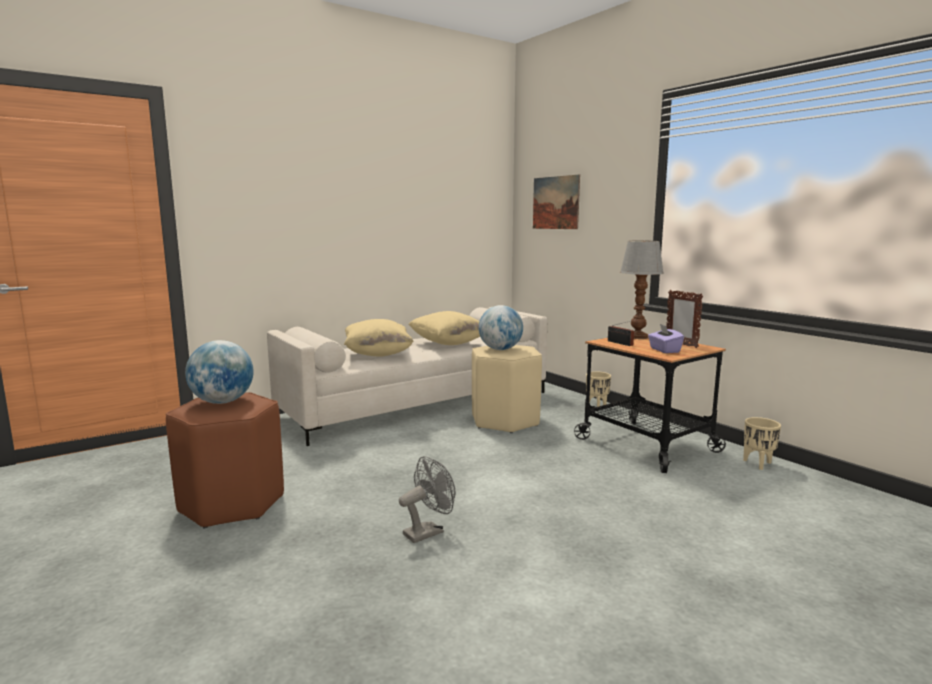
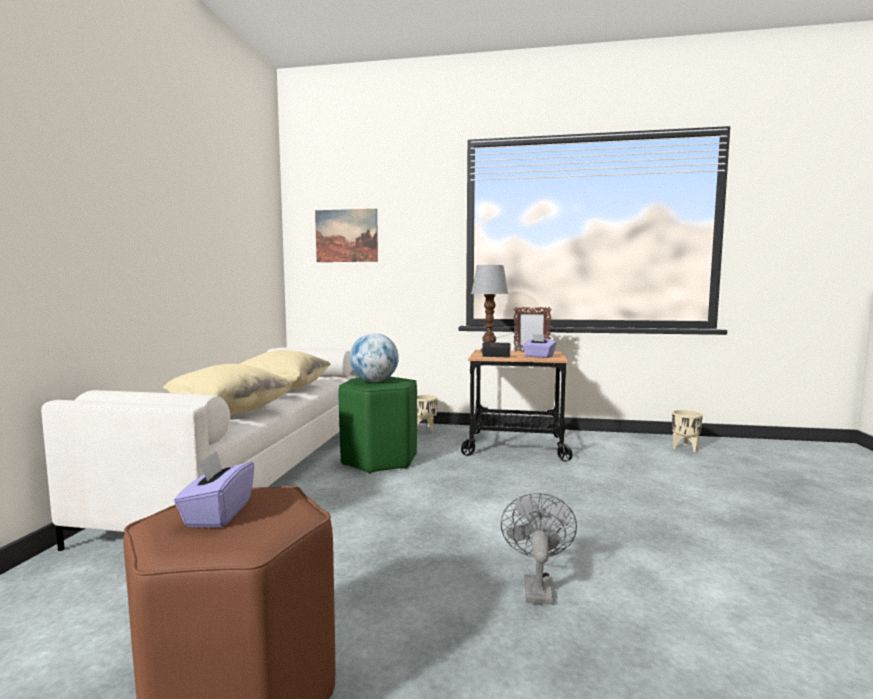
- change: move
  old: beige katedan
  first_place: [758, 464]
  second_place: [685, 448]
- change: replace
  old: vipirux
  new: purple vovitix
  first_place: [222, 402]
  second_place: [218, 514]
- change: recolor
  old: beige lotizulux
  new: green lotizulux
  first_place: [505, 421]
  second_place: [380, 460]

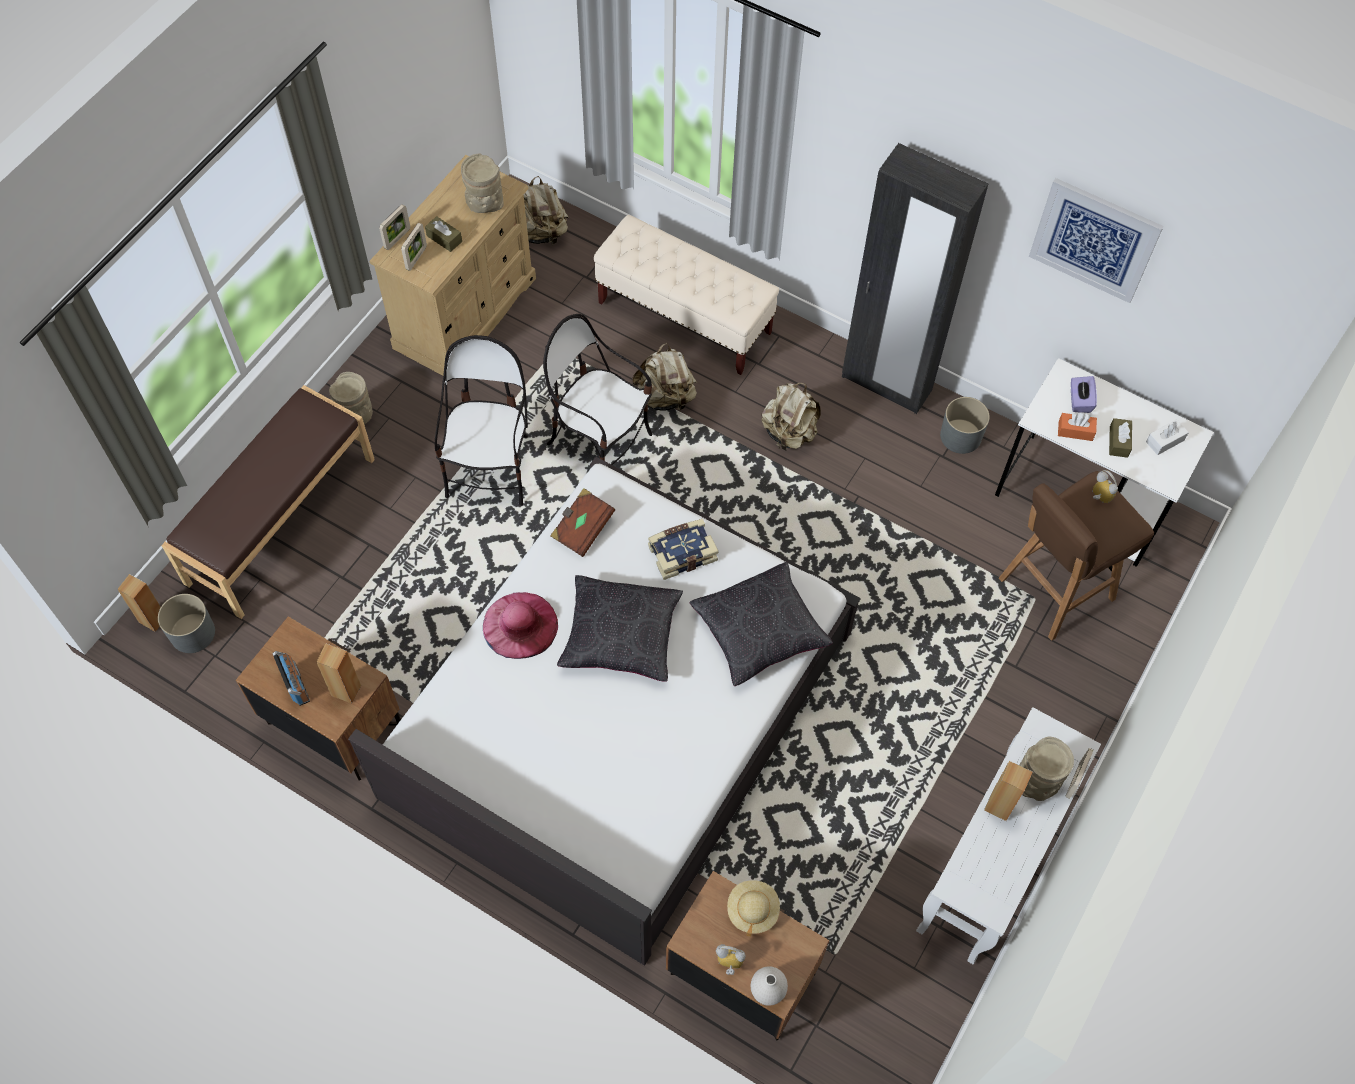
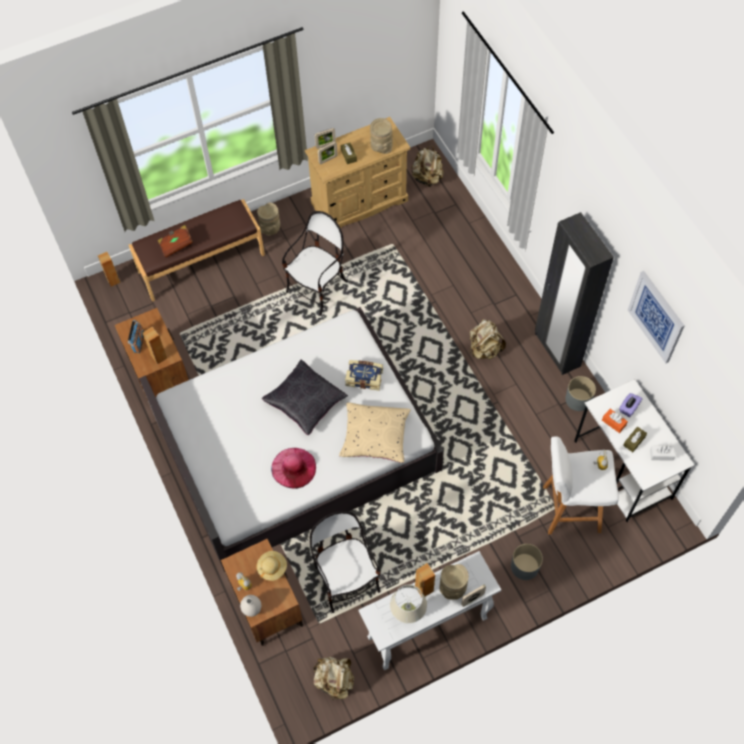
- change: delete
  old: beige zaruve
  first_place: [685, 318]
- change: insert
  new: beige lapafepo
  second_place: [408, 617]
- change: move
  old: grey katedan
  first_place: [192, 632]
  second_place: [525, 566]
- change: move
  old: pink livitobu
  first_place: [520, 625]
  second_place: [293, 467]
- change: move
  old: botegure
  first_place: [600, 442]
  second_place: [346, 579]
- change: move
  old: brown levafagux
  first_place: [582, 528]
  second_place: [176, 245]
- change: move
  old: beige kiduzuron
  first_place: [665, 397]
  second_place: [334, 681]
- change: recolor
  old: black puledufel
  new: beige puledufel
  first_place: [759, 631]
  second_place: [375, 437]
- change: recolor
  old: brown lotizulux
  new: white lotizulux
  first_place: [1053, 590]
  second_place: [569, 509]

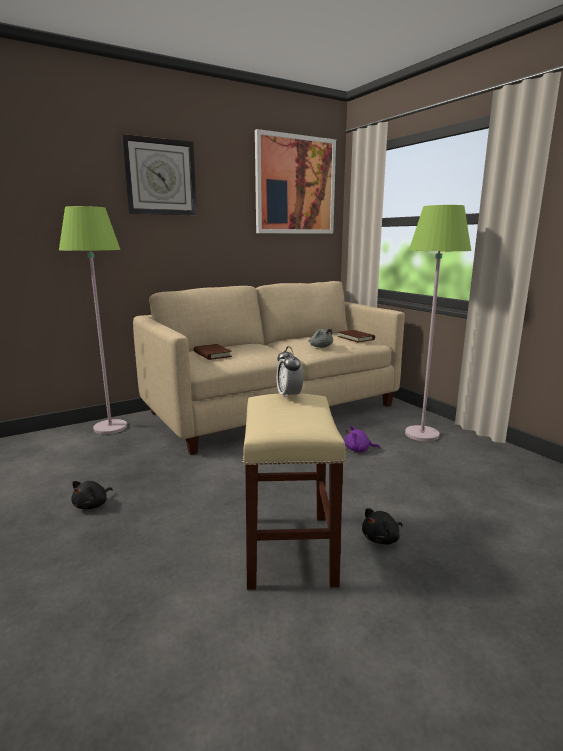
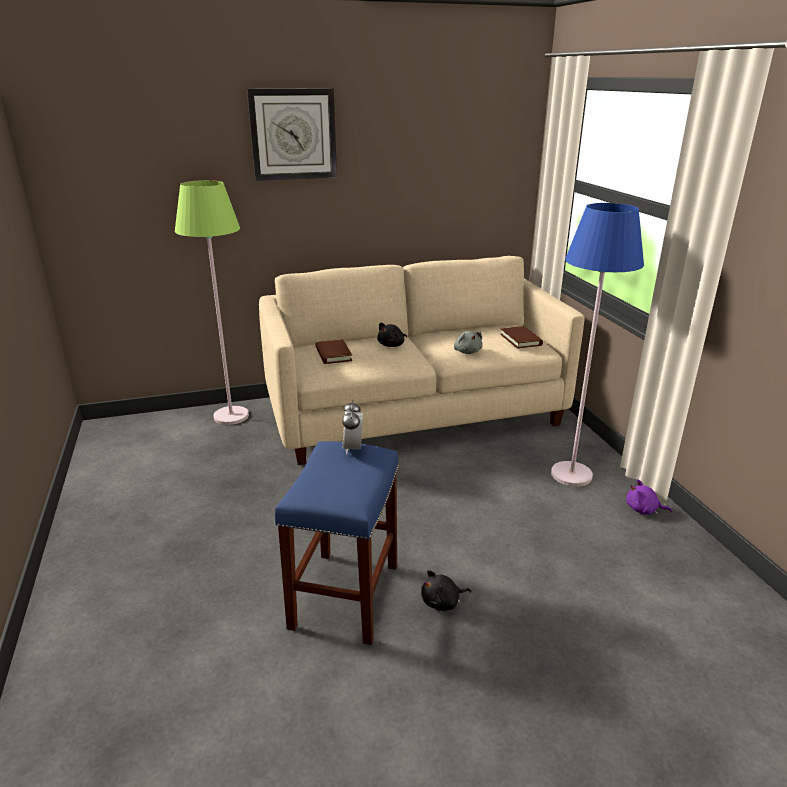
- change: delete
  old: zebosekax
  first_place: [295, 185]
- change: move
  old: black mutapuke
  first_place: [92, 505]
  second_place: [392, 345]
- change: move
  old: purple mutapuke
  first_place: [358, 450]
  second_place: [643, 510]
- change: recolor
  old: beige lotizulux
  new: blue lotizulux
  first_place: [290, 550]
  second_place: [345, 597]
- change: recolor
  old: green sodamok
  new: blue sodamok
  first_place: [422, 434]
  second_place: [571, 474]

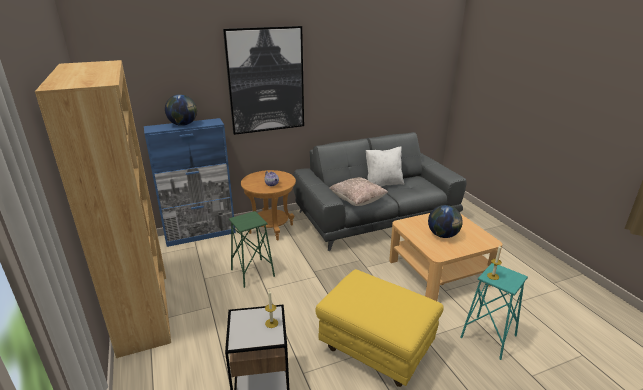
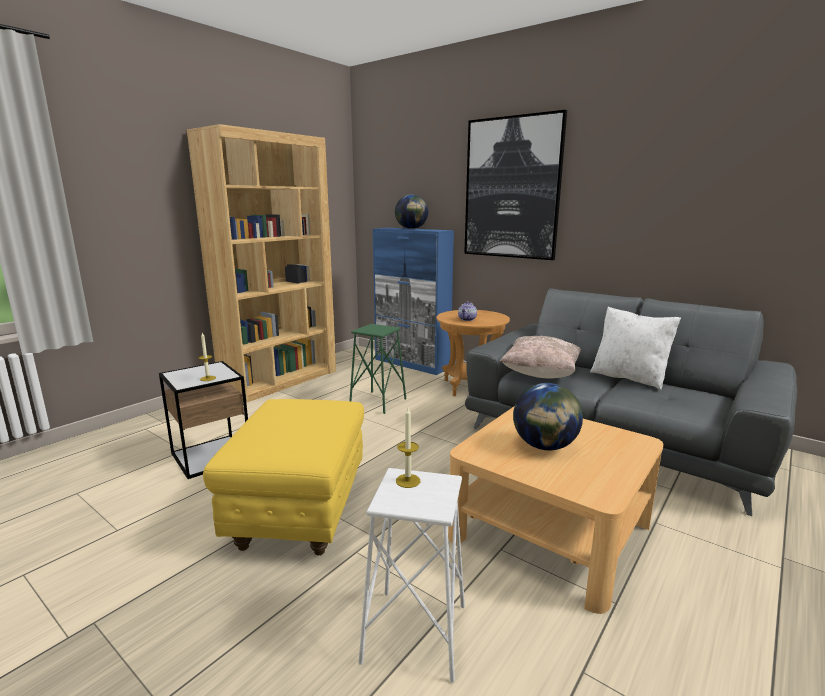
- change: recolor
  old: turquoise lotizulux
  new: white lotizulux
  first_place: [488, 337]
  second_place: [415, 633]

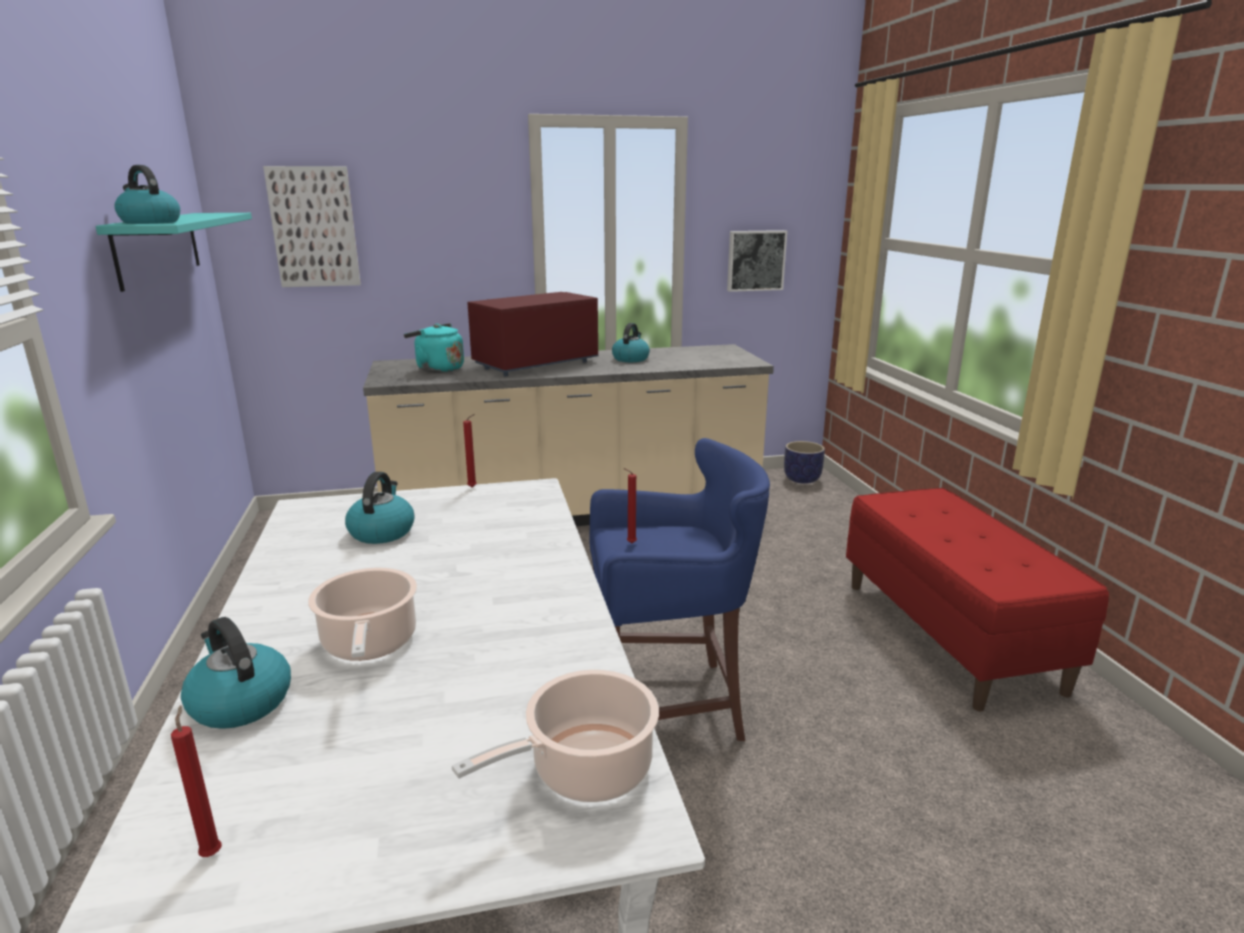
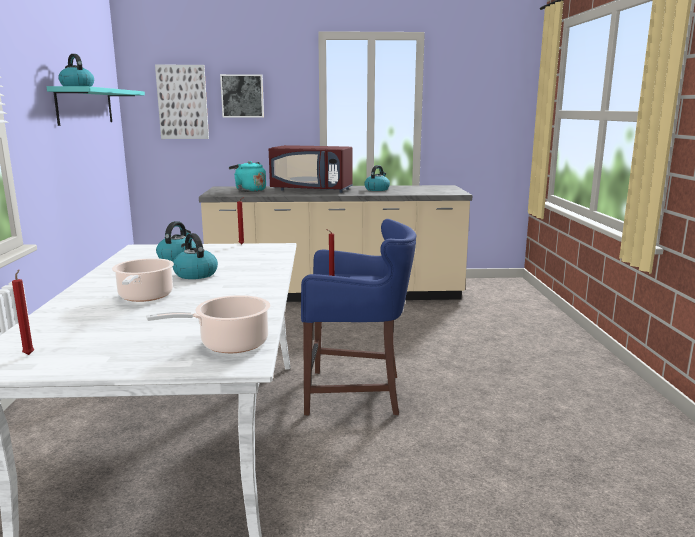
- change: delete
  old: katedan
  first_place: [802, 479]
- change: delete
  old: red zaruve
  first_place: [949, 635]
- change: move
  old: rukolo
  first_place: [239, 702]
  second_place: [195, 274]
- change: move
  old: zebosekax
  first_place: [755, 260]
  second_place: [242, 96]
- change: rotate
  old: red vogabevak
  first_place: [535, 364]
  second_place: [312, 190]
  degrees: -135

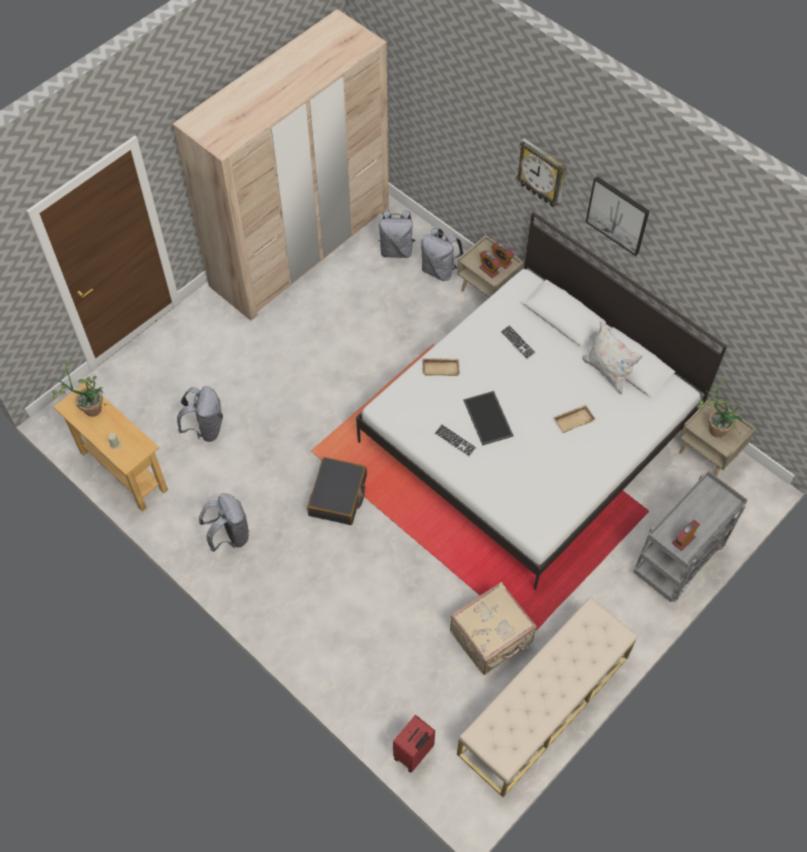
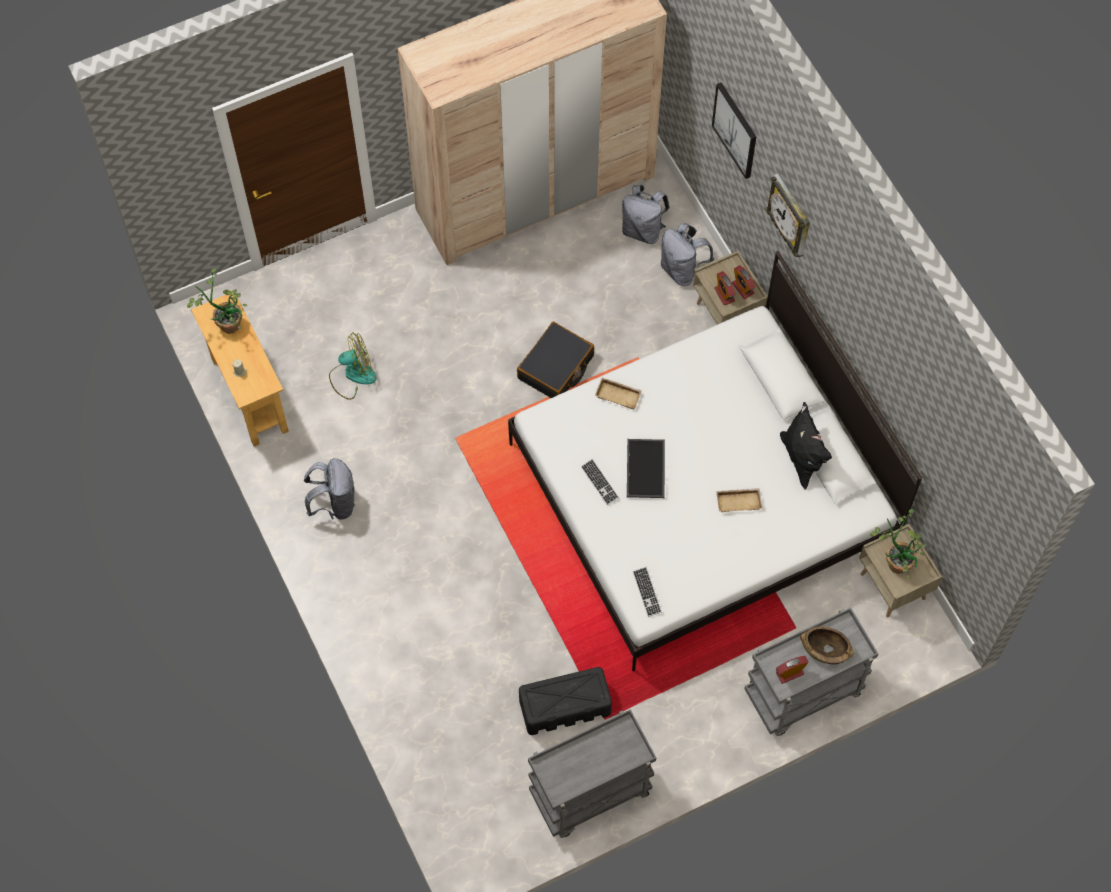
- change: delete
  old: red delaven
  first_place: [414, 753]
- change: insert
  new: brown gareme
  second_place: [825, 649]
- change: move
  old: black delaven
  first_place: [338, 496]
  second_place: [556, 368]
- change: move
  old: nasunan
  first_place: [517, 343]
  second_place: [647, 592]
- change: move
  old: zebosekax
  first_place: [618, 215]
  second_place: [735, 130]
- change: replace
  old: grey kiduzuron
  new: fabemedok
  first_place: [205, 428]
  second_place: [352, 375]
- change: replace
  old: beige delaven
  new: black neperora
  first_place: [492, 638]
  second_place: [565, 706]
- change: replace
  old: beige zaruve
  new: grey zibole
  first_place: [544, 705]
  second_place: [590, 794]
- change: recolor
  old: white puledufel
  new: black puledufel
  first_place: [607, 372]
  second_place: [801, 458]

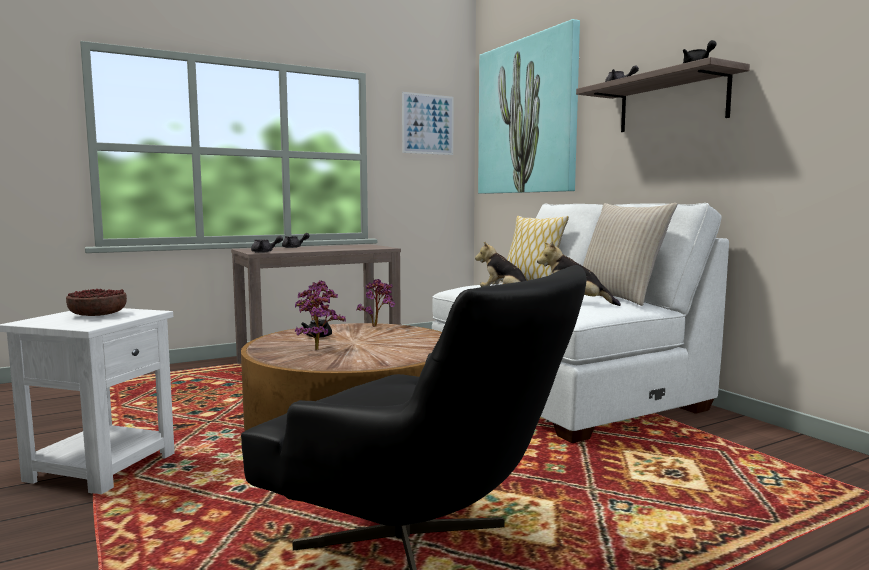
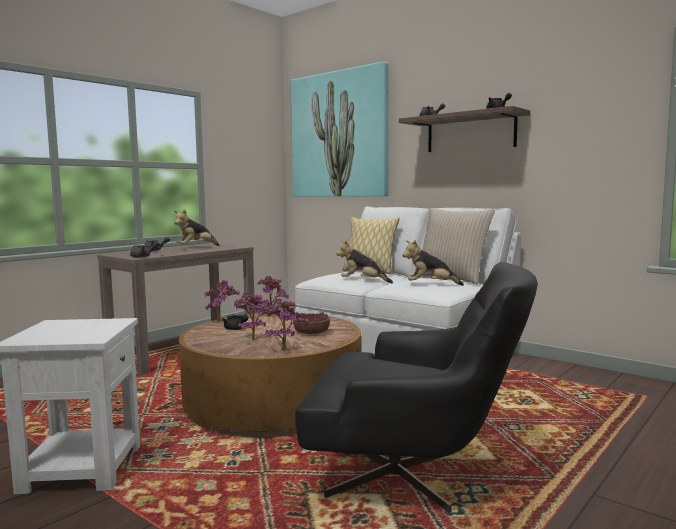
- change: delete
  old: zebosekax
  first_place: [428, 124]
- change: insert
  new: mutapuke
  second_place: [196, 247]
- change: insert
  new: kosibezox
  second_place: [283, 348]
- change: move
  old: gareme
  first_place: [98, 315]
  second_place: [312, 332]

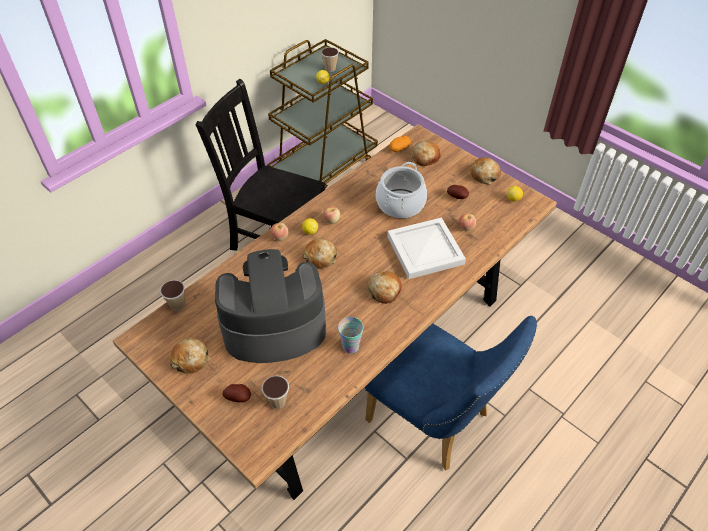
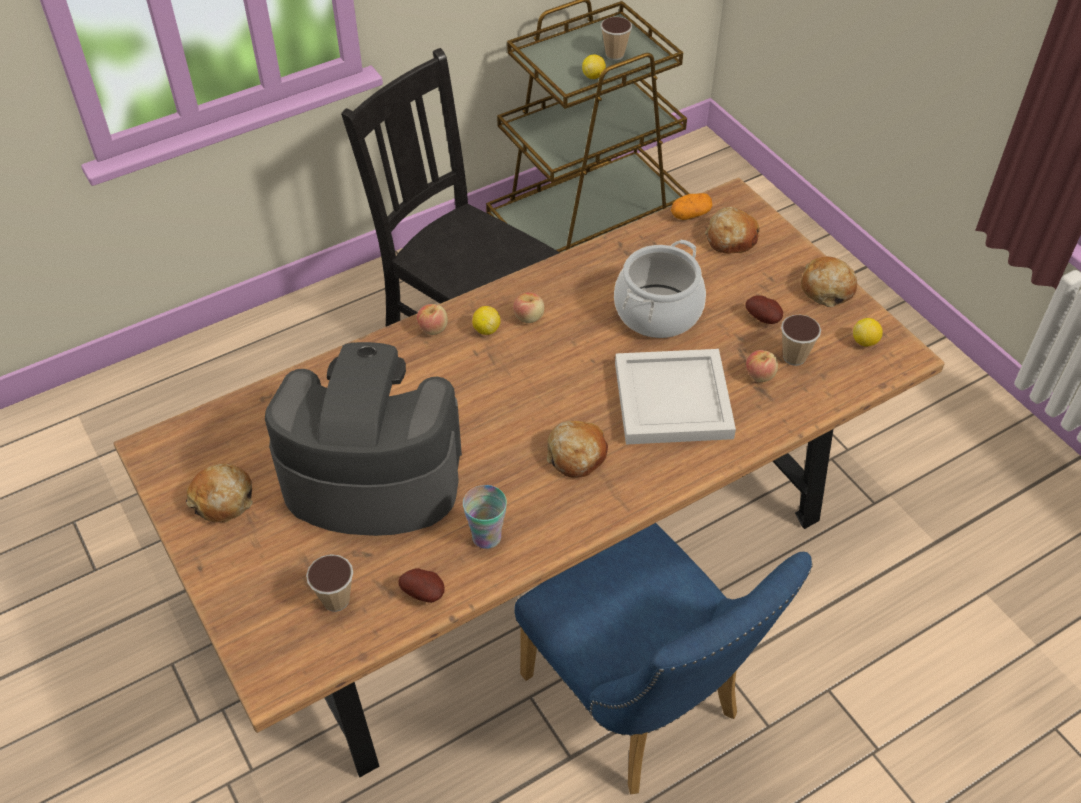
- change: delete
  old: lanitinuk
  first_place: [320, 257]
- change: move
  old: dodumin
  first_place: [177, 305]
  second_place: [794, 357]
- change: move
  old: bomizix
  first_place: [239, 397]
  second_place: [424, 593]

